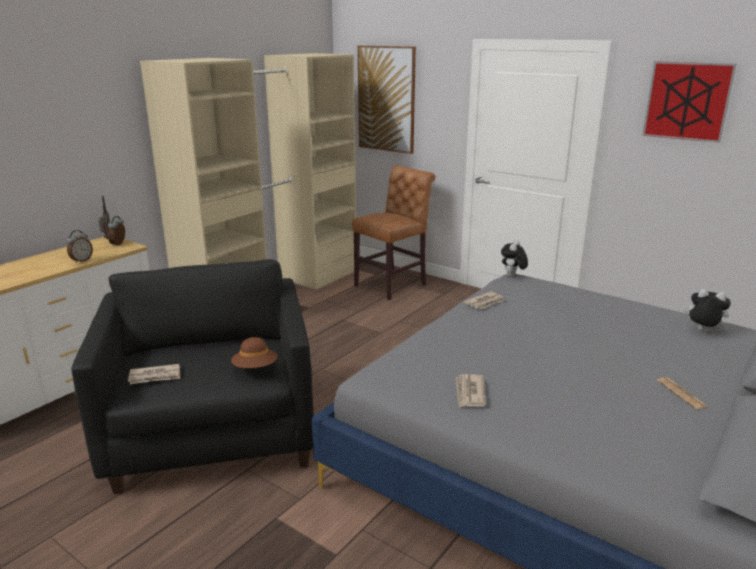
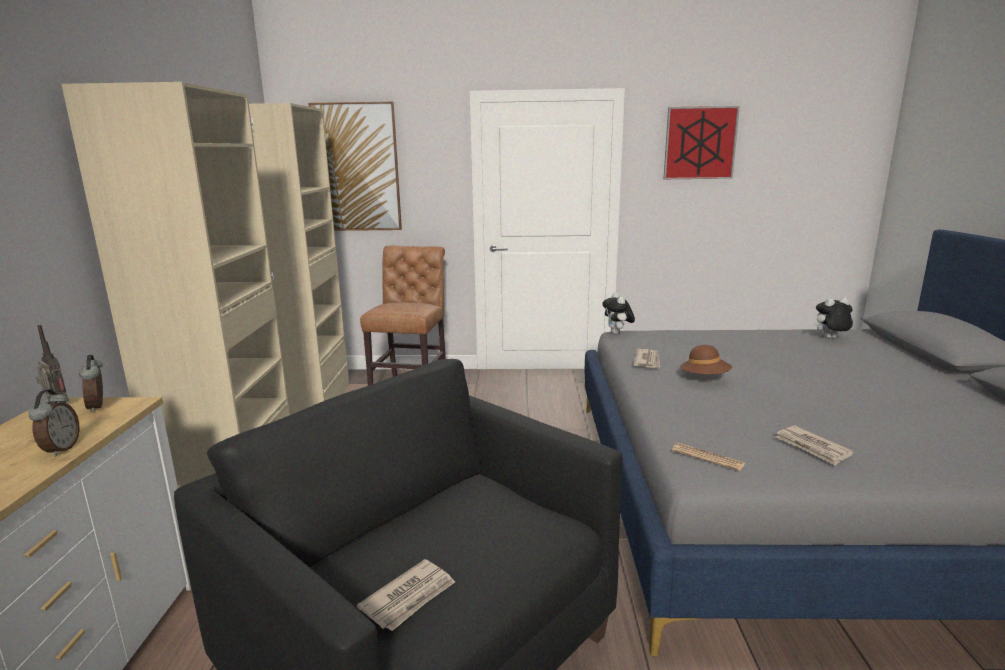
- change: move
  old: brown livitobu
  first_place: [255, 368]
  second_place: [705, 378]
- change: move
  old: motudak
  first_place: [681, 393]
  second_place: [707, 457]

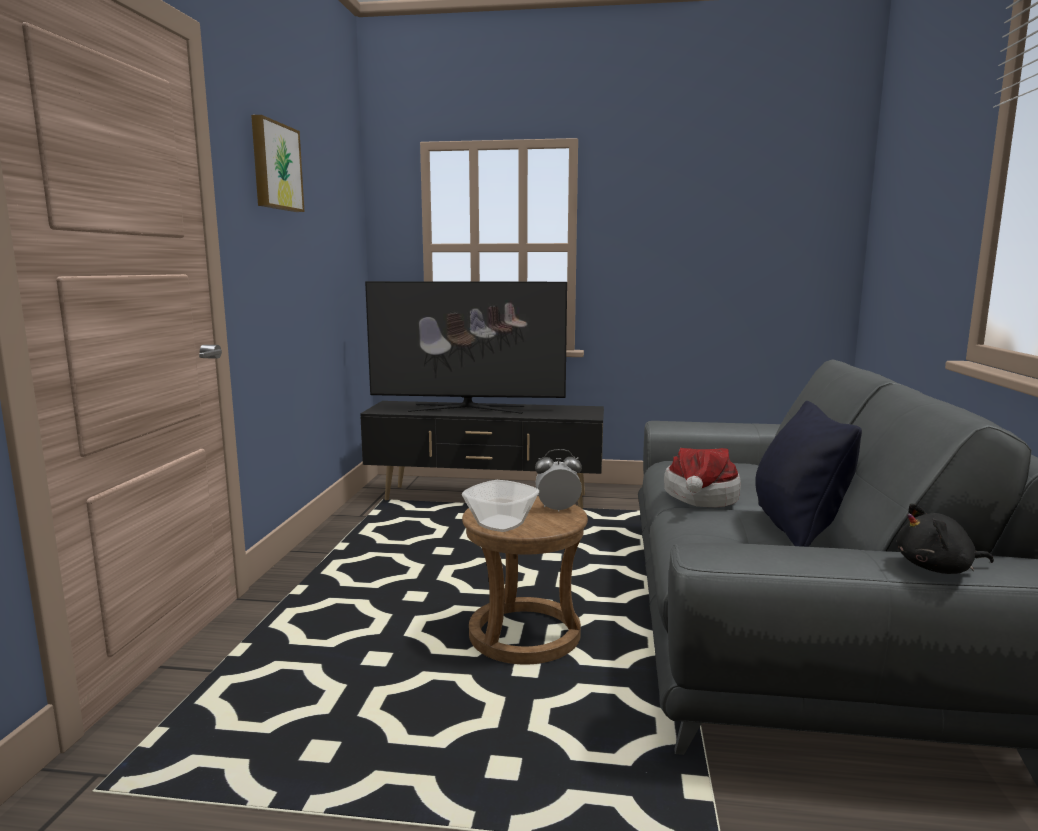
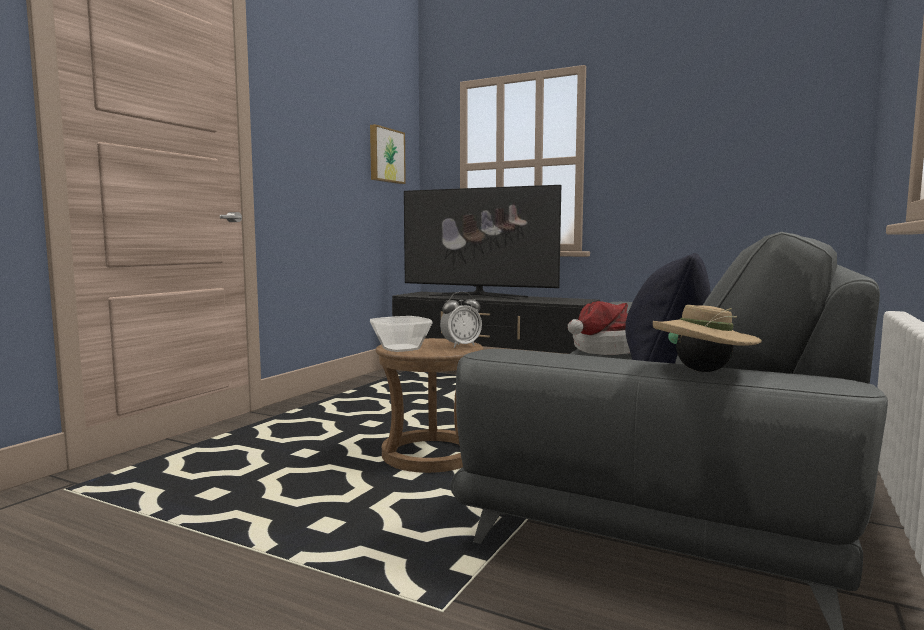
- change: move
  old: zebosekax
  first_place: [274, 166]
  second_place: [385, 155]
- change: replace
  old: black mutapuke
  new: beige livitobu
  first_place: [938, 569]
  second_place: [703, 371]
- change: rotate
  old: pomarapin
  first_place: [558, 509]
  second_place: [461, 345]
  degrees: 135

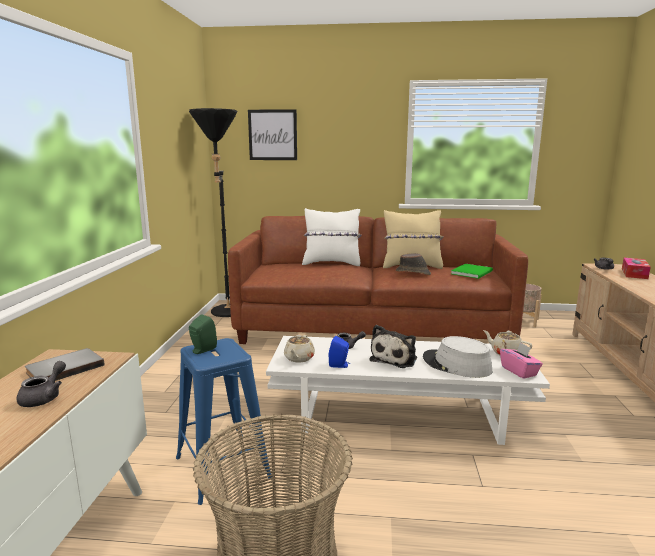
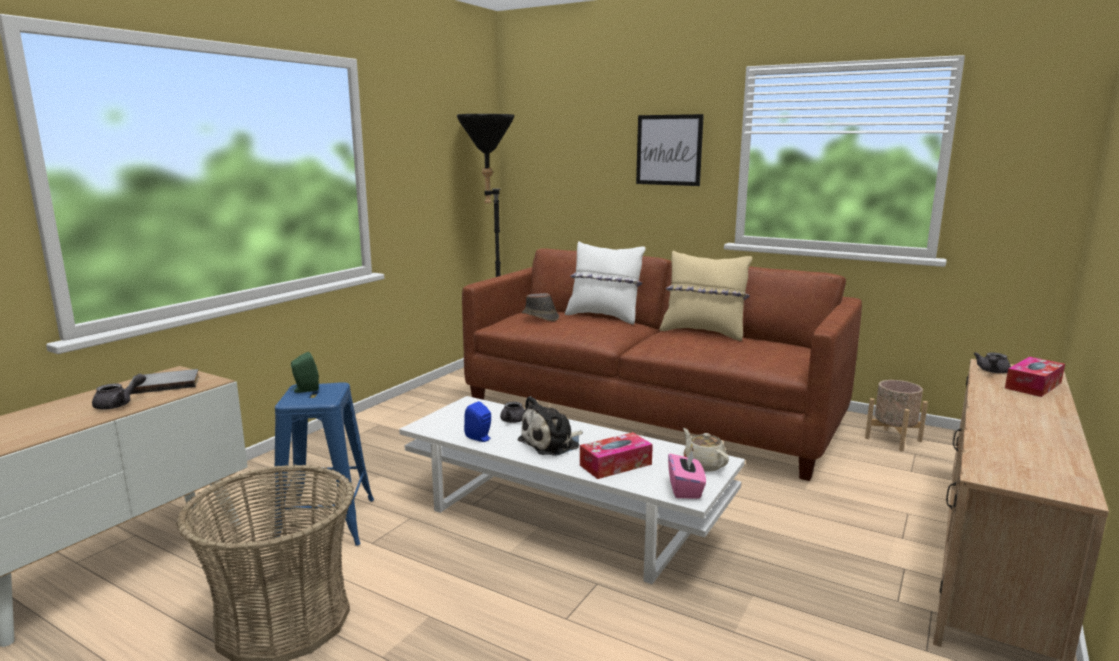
- change: delete
  old: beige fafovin
  first_place: [299, 358]
- change: delete
  old: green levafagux
  first_place: [473, 272]
- change: move
  old: zebosekax
  first_place: [272, 135]
  second_place: [669, 150]
- change: move
  old: brown livitobu
  first_place: [413, 273]
  second_place: [540, 317]
- change: replace
  old: grey livitobu
  new: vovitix
  first_place: [456, 364]
  second_place: [615, 465]

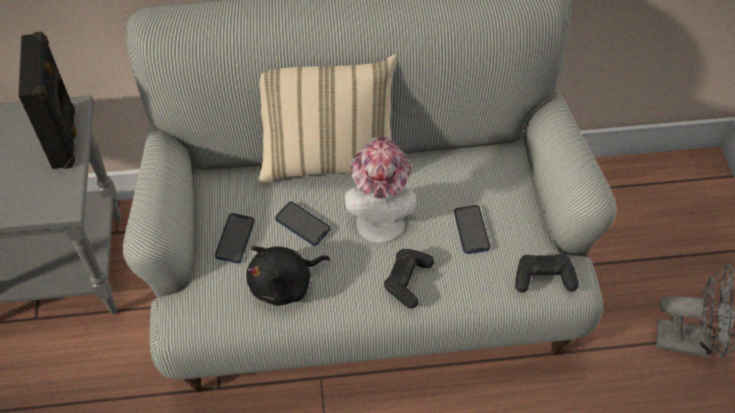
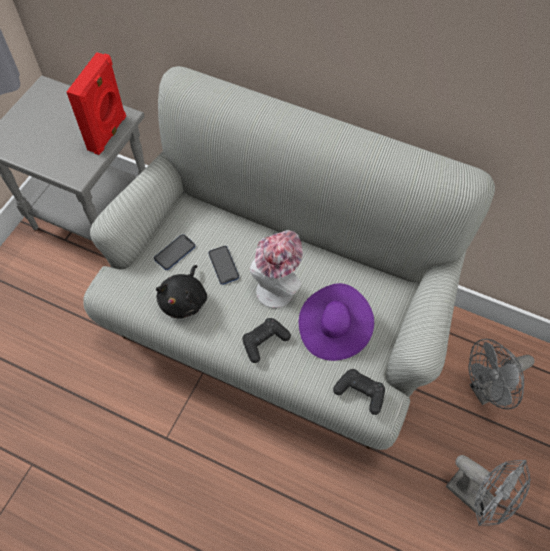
- change: delete
  old: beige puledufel
  first_place: [328, 159]
- change: insert
  new: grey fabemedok
  second_place: [486, 391]
- change: replace
  old: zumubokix
  new: purple livitobu
  first_place: [471, 230]
  second_place: [333, 330]
- change: recolor
  old: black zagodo
  new: red zagodo
  first_place: [66, 138]
  second_place: [108, 133]
- change: rotate
  old: black mutapuke
  first_place: [285, 284]
  second_place: [184, 300]
  degrees: -75

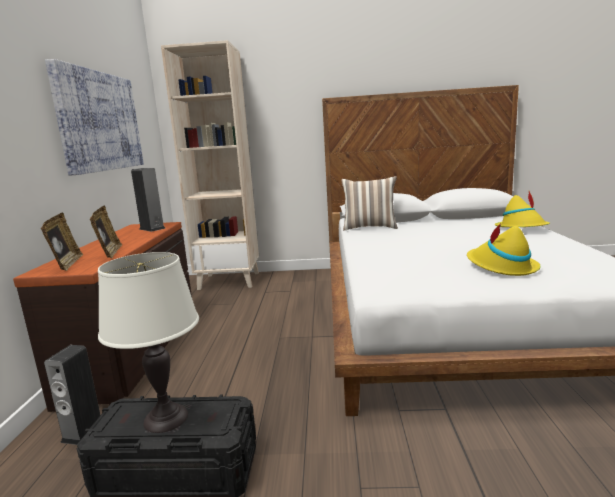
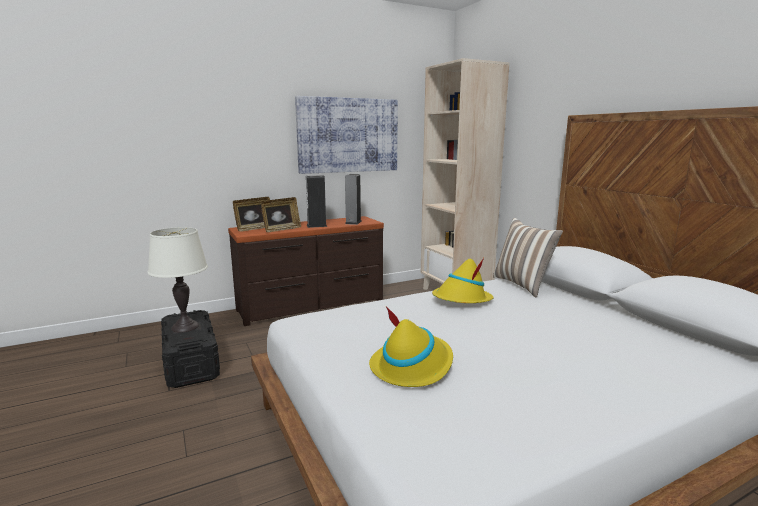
- change: move
  old: zagodo
  first_place: [83, 432]
  second_place: [316, 225]
- change: move
  old: yellow livitobu
  first_place: [521, 228]
  second_place: [461, 300]

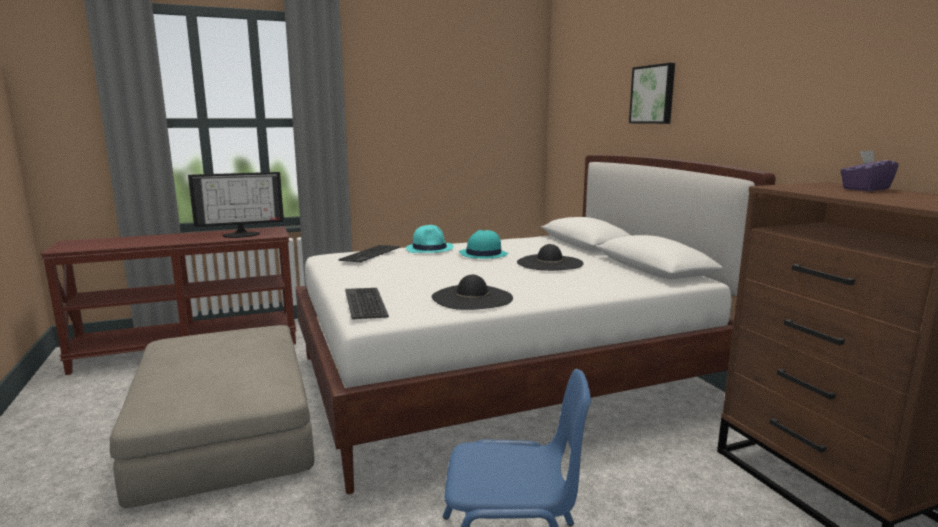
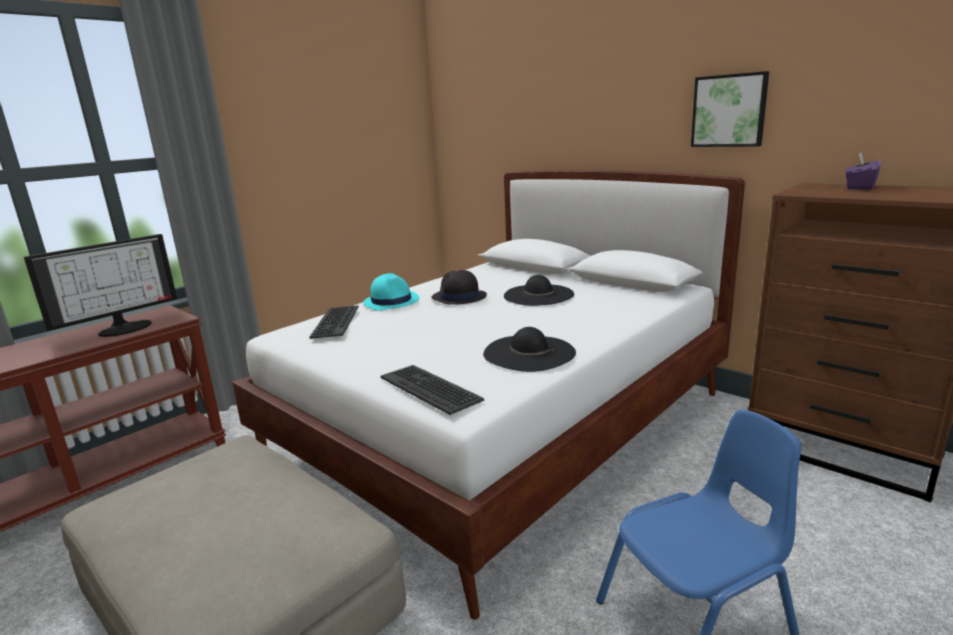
- change: move
  old: zebosekax
  first_place: [653, 94]
  second_place: [729, 111]
- change: recolor
  old: turquoise livitobu
  new: black livitobu
  first_place: [483, 254]
  second_place: [459, 297]

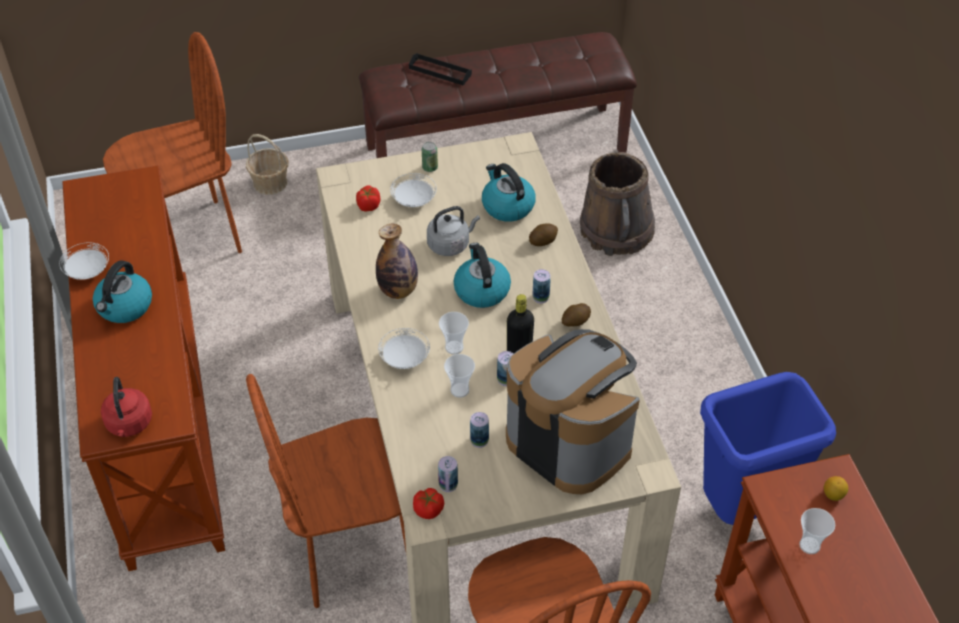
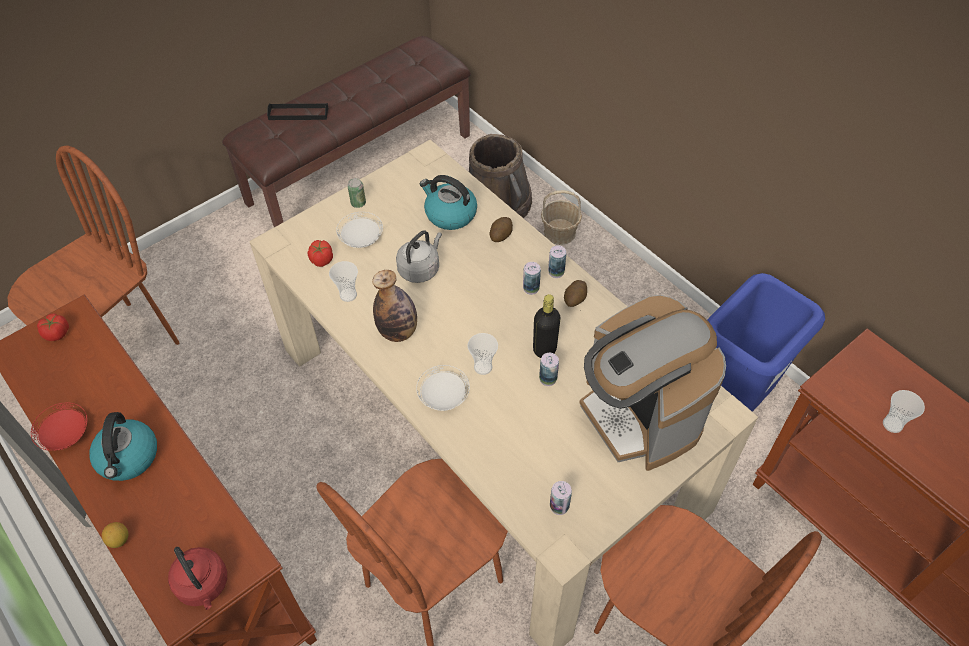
- change: delete
  old: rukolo
  first_place: [481, 290]
- change: move
  old: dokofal
  first_place: [270, 183]
  second_place: [560, 232]
- change: move
  old: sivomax
  first_place: [429, 510]
  second_place: [57, 333]
- change: move
  old: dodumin
  first_place: [459, 390]
  second_place: [348, 295]
- change: move
  old: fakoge
  first_place: [479, 440]
  second_place: [556, 272]
- change: move
  old: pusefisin
  first_place: [833, 495]
  second_place: [119, 540]
- change: recolor
  old: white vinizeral
  new: red vinizeral
  first_place: [87, 271]
  second_place: [65, 435]
- change: rotate
  old: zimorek
  first_place: [568, 441]
  second_place: [639, 415]
  degrees: -135

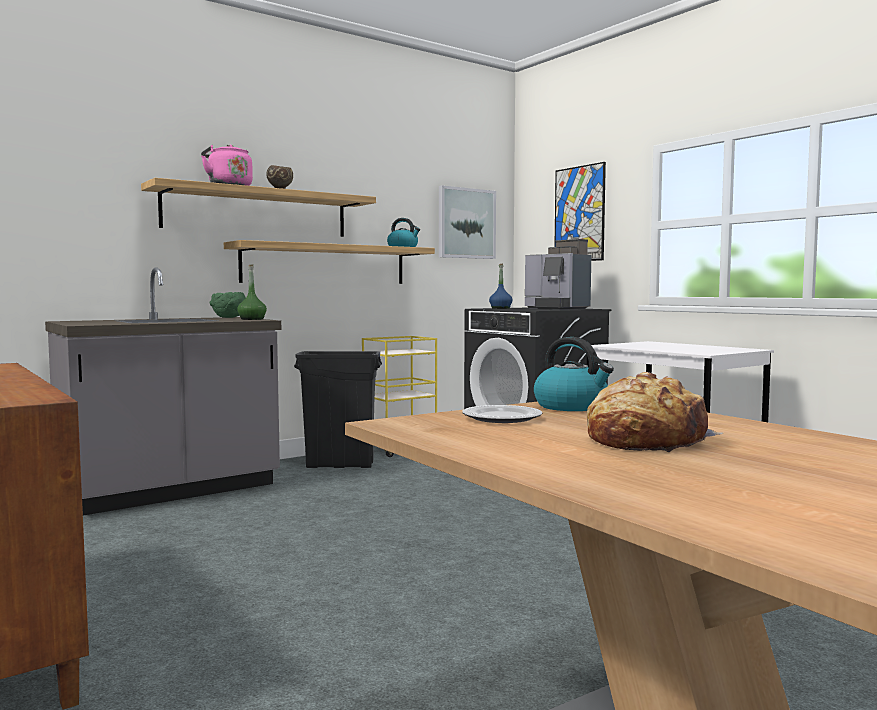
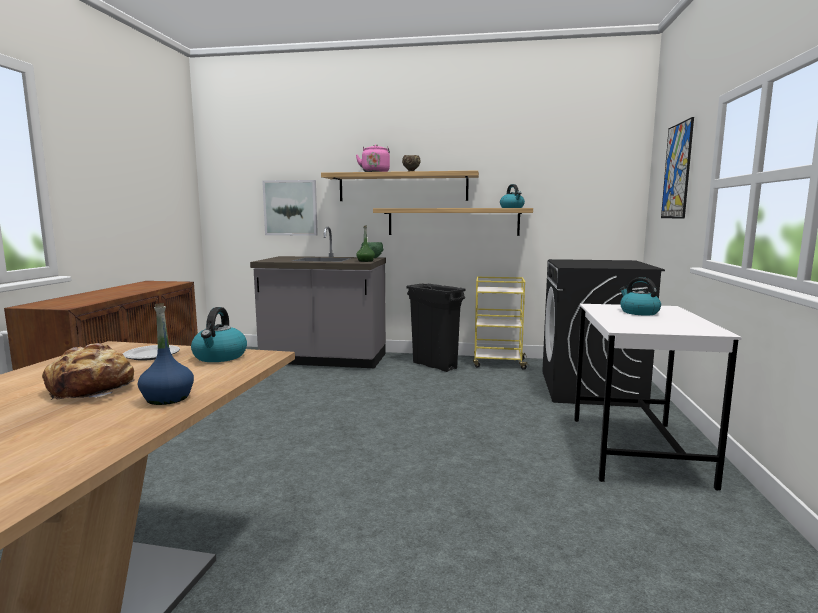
- change: delete
  old: zimorek
  first_place: [556, 308]
- change: insert
  new: rukolo
  second_place: [638, 312]
- change: move
  old: zebosekax
  first_place: [466, 223]
  second_place: [290, 208]
- change: move
  old: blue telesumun
  first_place: [500, 308]
  second_place: [167, 398]

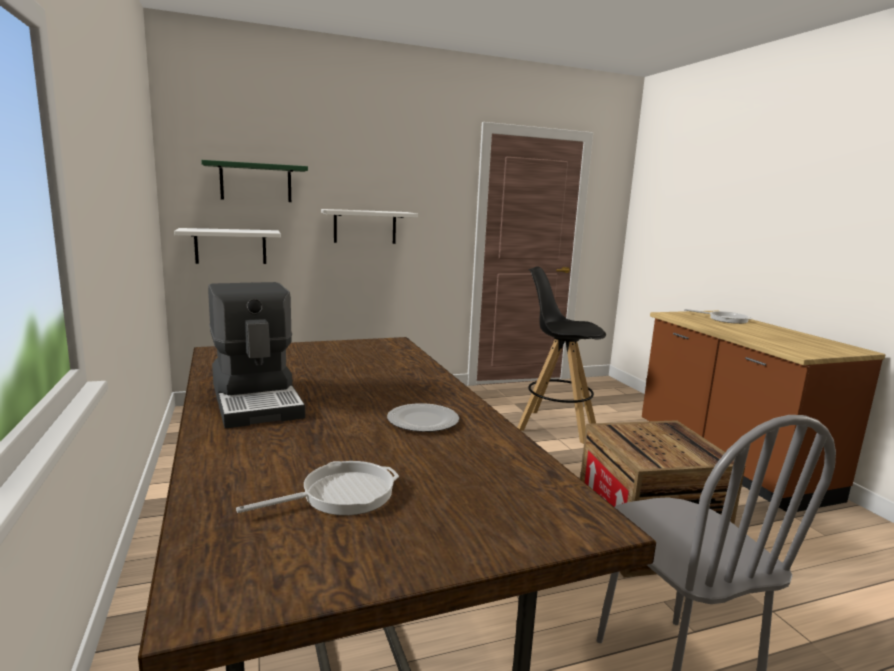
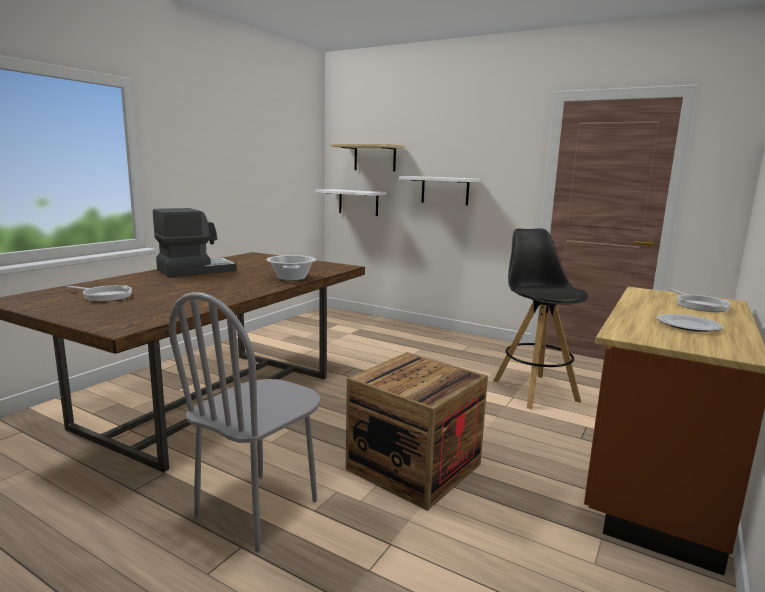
- change: insert
  new: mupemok
  second_place: [292, 278]
- change: move
  old: vinizeral
  first_place: [422, 421]
  second_place: [687, 325]
- change: recolor
  old: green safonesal
  new: beige safonesal
  first_place: [256, 182]
  second_place: [375, 158]
- change: rotate
  old: zimorek
  first_place: [258, 400]
  second_place: [196, 270]
  degrees: -150

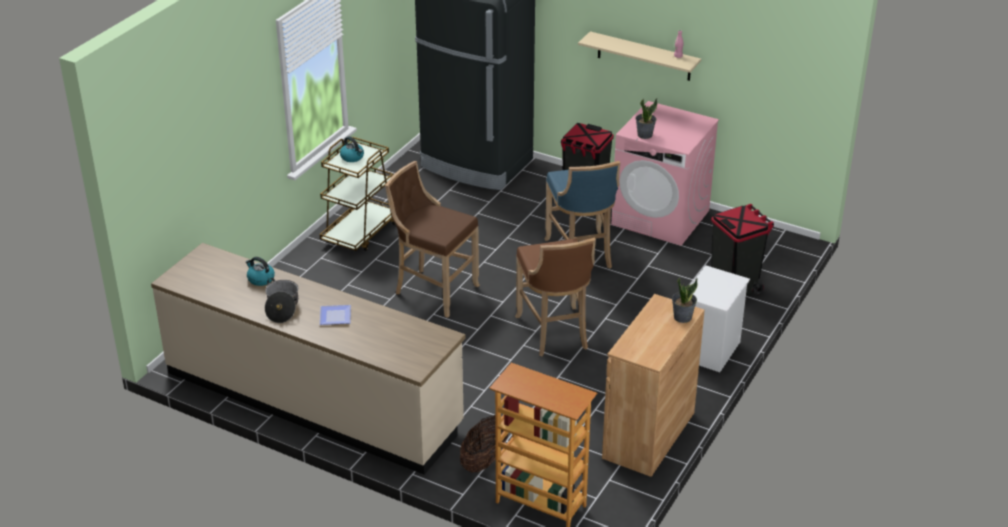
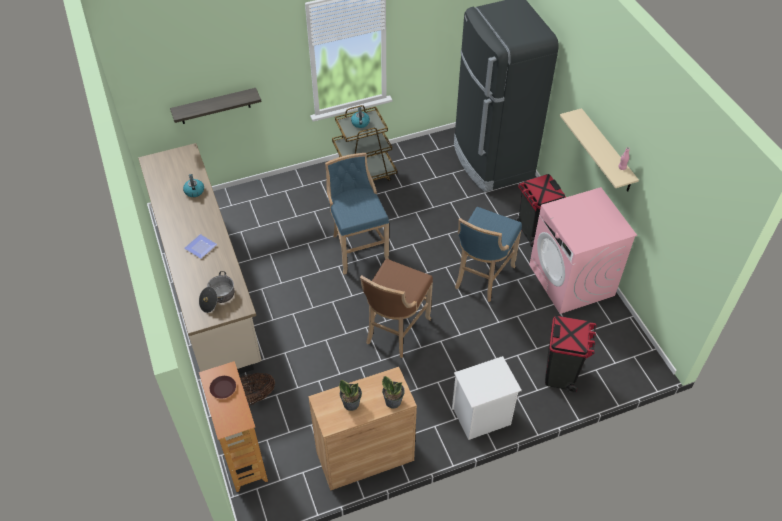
- change: insert
  new: safonesal
  second_place: [215, 106]
- change: insert
  new: brown vinizeral
  second_place: [223, 388]
- change: move
  old: mupemok
  first_place: [282, 307]
  second_place: [217, 298]
- change: move
  old: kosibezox
  first_place: [644, 135]
  second_place: [351, 403]
- change: recolor
  old: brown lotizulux
  new: blue lotizulux
  first_place: [433, 290]
  second_place: [357, 247]

